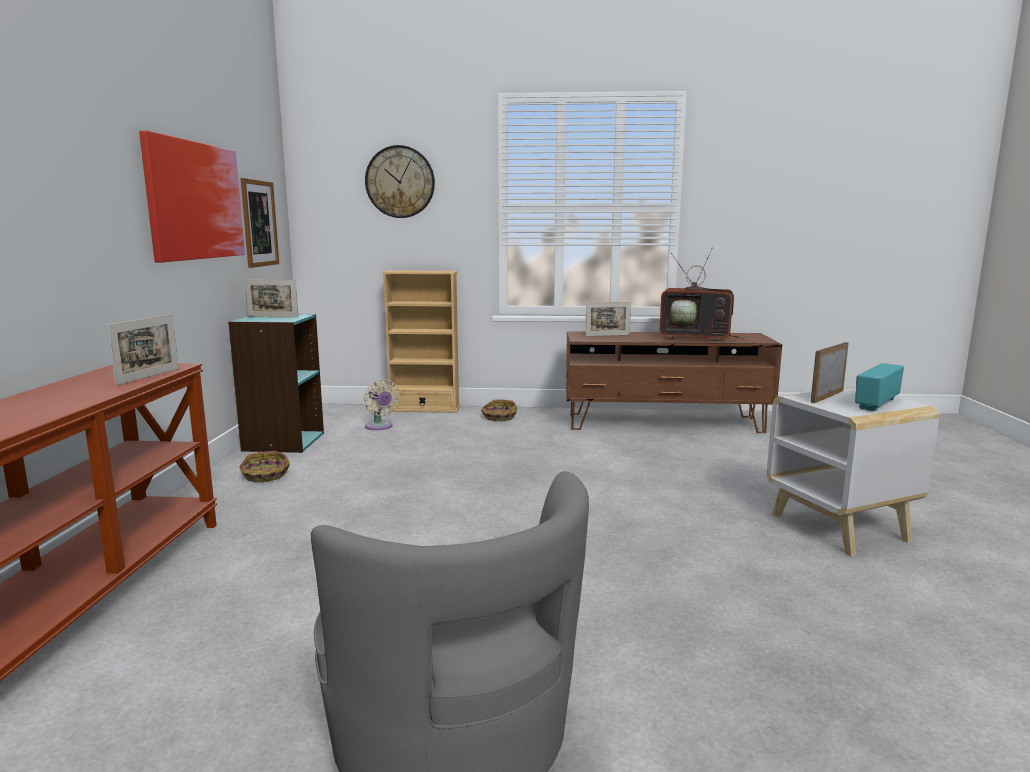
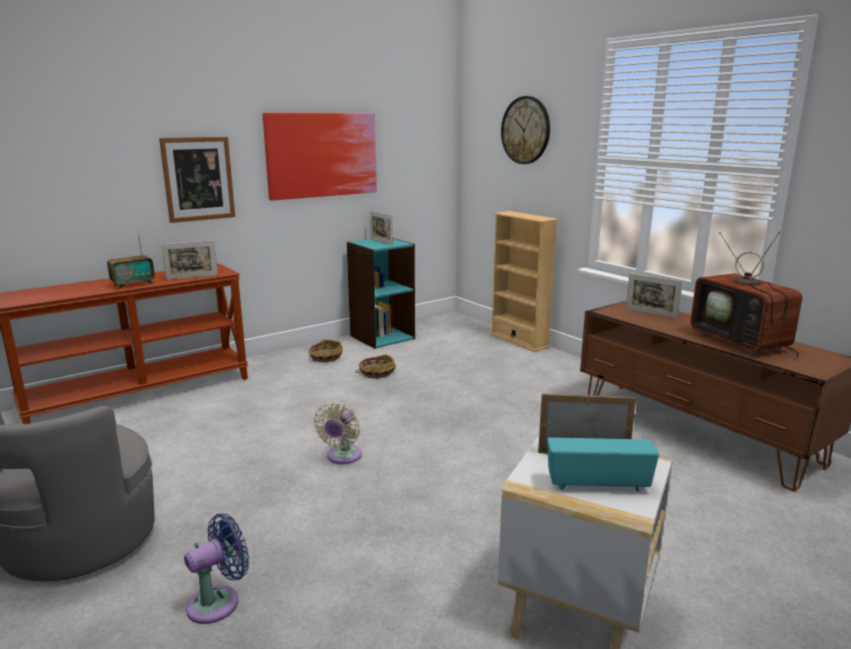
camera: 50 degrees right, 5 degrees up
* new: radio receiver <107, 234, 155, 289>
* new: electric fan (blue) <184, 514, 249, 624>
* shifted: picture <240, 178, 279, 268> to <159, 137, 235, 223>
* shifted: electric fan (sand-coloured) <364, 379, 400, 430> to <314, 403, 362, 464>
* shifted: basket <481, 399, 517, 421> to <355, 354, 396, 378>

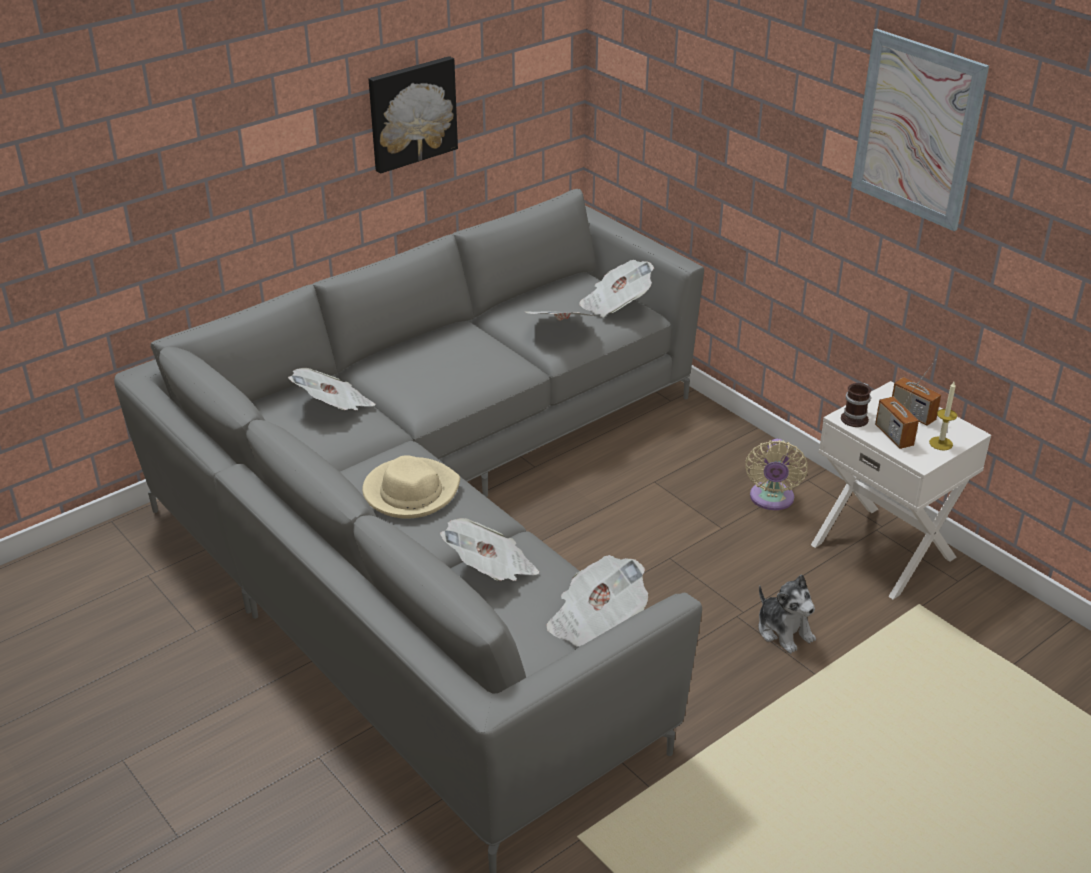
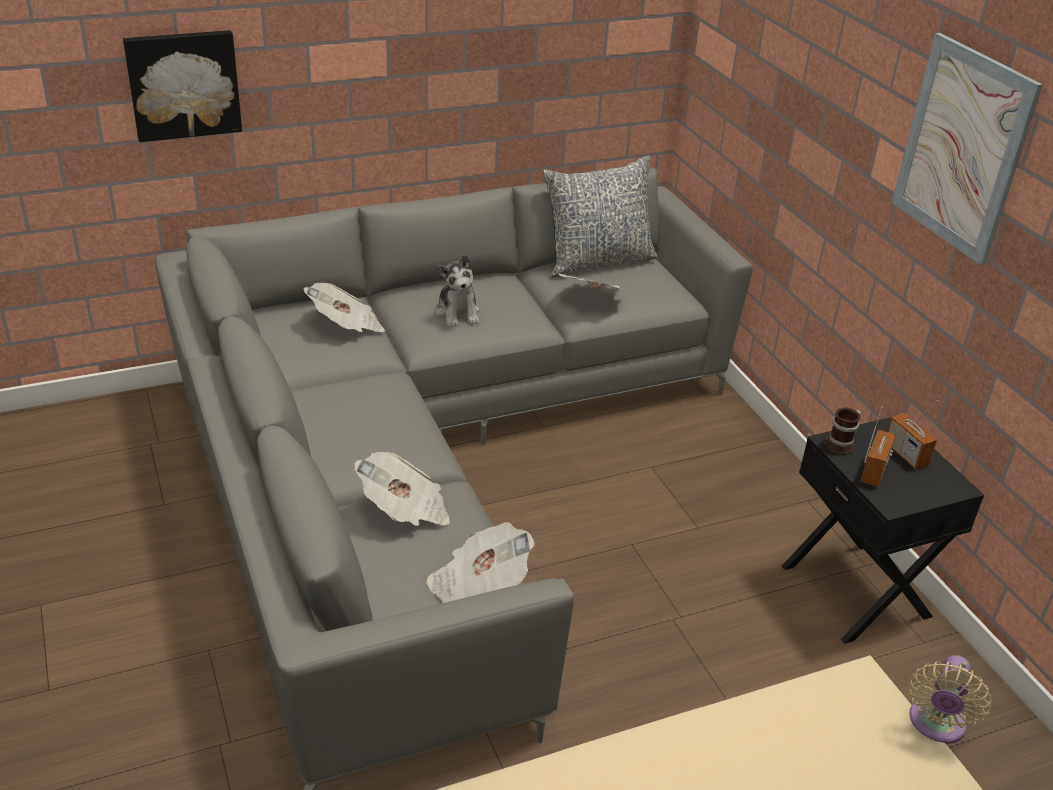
camera: 15 degrees right, 0 degrees up
* gone: clothing hat (sand-coloured) <362, 455, 460, 519>
* gone: daily paper <579, 260, 654, 317>
* gone: wax candle <929, 382, 957, 450>
* new: cushion <543, 155, 657, 277>
* shifted: picture <369, 56, 458, 174> to <123, 30, 242, 142>
* shifted: electric fan (sand-coloured) <745, 439, 808, 510> to <909, 655, 992, 744>
* shifted: plush toy <758, 574, 816, 654> to <436, 255, 480, 327>
* repainted: night table (white-coloured) <811, 381, 991, 599> to night table (blackish) <782, 417, 984, 644>
* rotated: radio receiver <875, 383, 919, 449> = <861, 406, 896, 487> 150 degrees counterclockwise

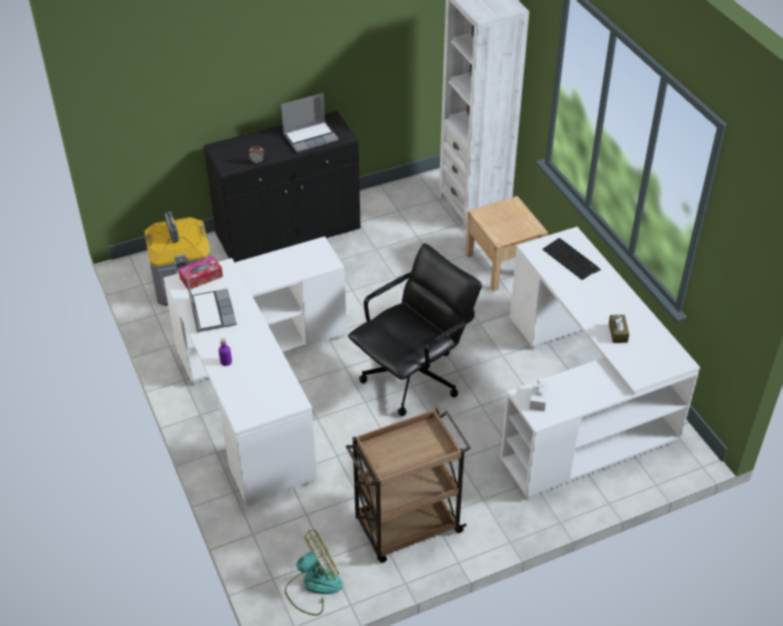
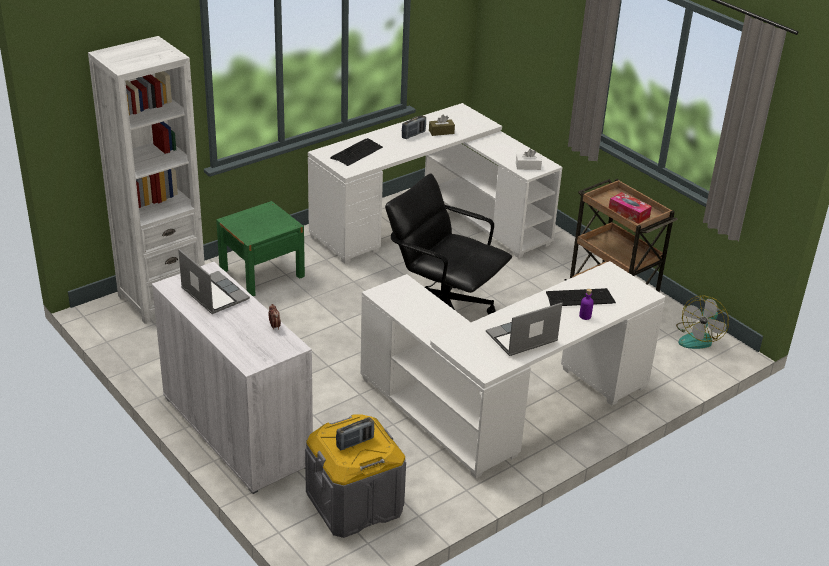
camera: 105 degrees left, 10 degrees down
* new: radio receiver <402, 115, 426, 139>
* new: keyboard <546, 288, 616, 306>
* shifted: tissue holder <179, 256, 223, 289> to <609, 192, 652, 224>
* repainted: cabinet (blackish) <204, 111, 361, 262> to cabinet (white-coloured) <152, 262, 313, 494>
* repainted: night table (sand-coloured) <465, 196, 548, 291> to night table (greenish) <216, 201, 305, 296>
* rotated: electric fan <285, 530, 343, 616> = <676, 295, 729, 349> 105 degrees counterclockwise

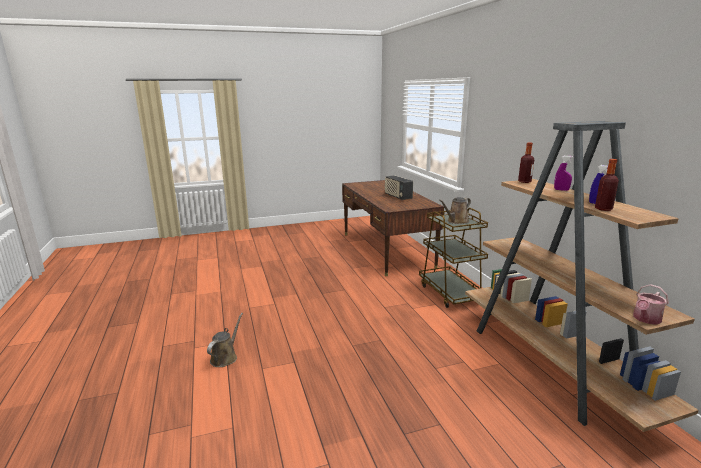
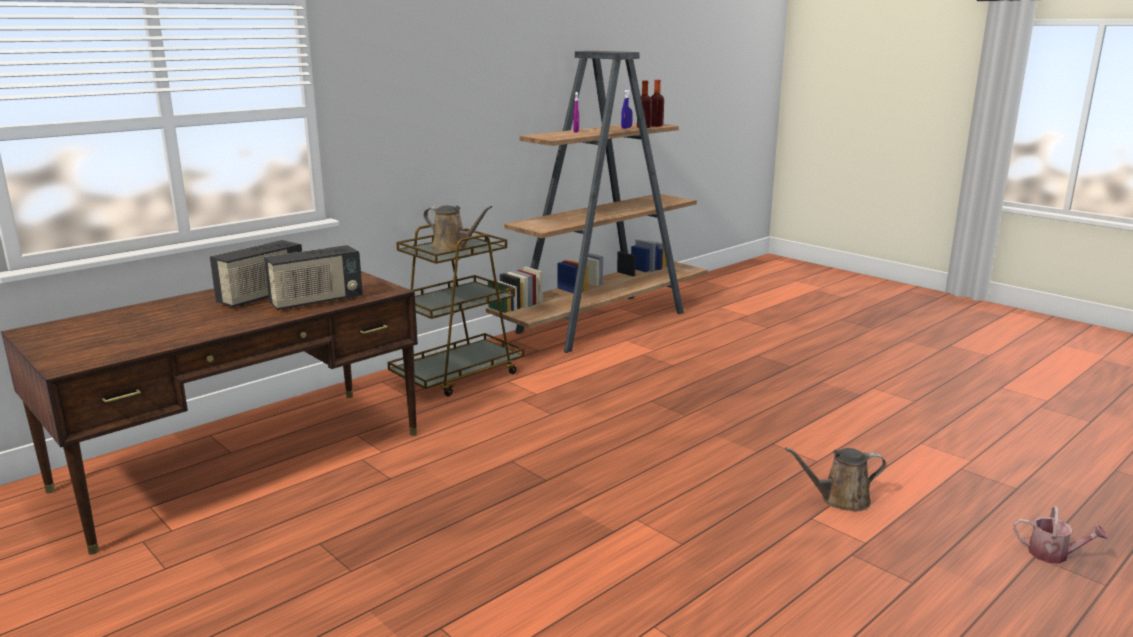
camera: 115 degrees left, 0 degrees up
* new: radio receiver <264, 245, 363, 310>
* shifted: beverage bottle <518, 143, 534, 183> to <651, 80, 664, 127>
* shifted: sprinkling can <633, 284, 669, 325> to <1013, 506, 1108, 564>

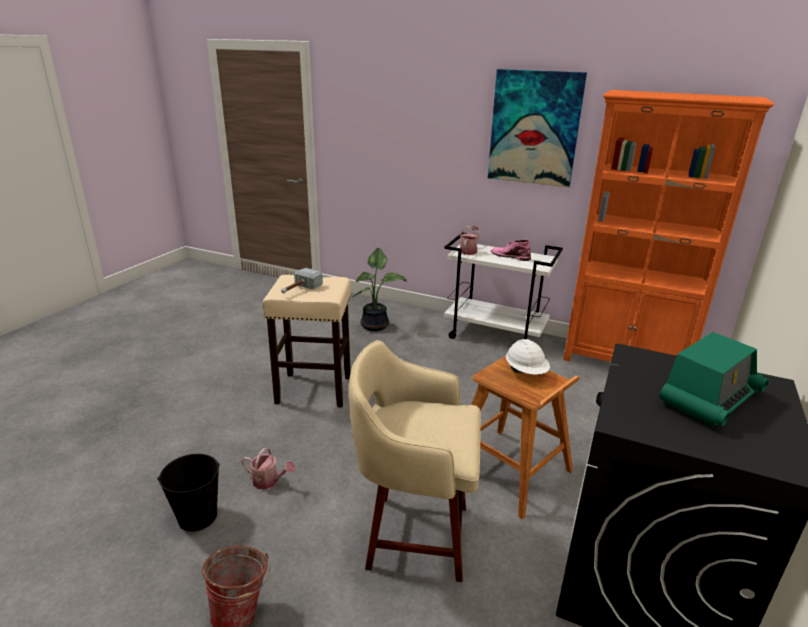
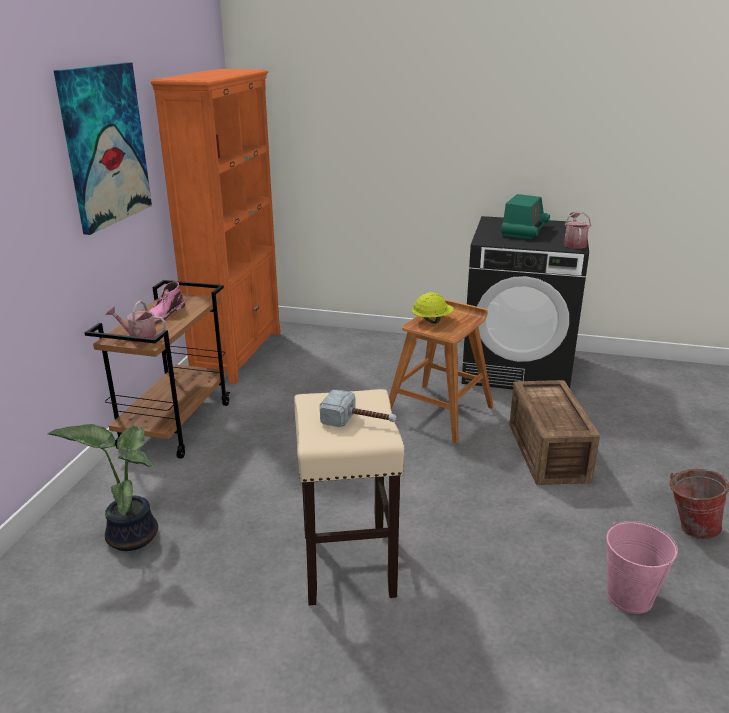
camera: 100 degrees left, 0 degrees up
* shifted: sprinkling can <242, 448, 296, 489> to <563, 212, 591, 249>
* swapped: sitting stool (sand-coloured) <349, 340, 481, 582> to shipping crate <509, 380, 600, 485>
* repainted: bucket (blackish) <157, 454, 220, 531> to bucket (pinkish) <607, 521, 678, 614>
* repainted: wheeled cart (white-coloured) <444, 232, 563, 339> to wheeled cart (brown) <84, 280, 230, 459>
* repainted: safety helmet (white-coloured) <506, 339, 550, 375> to safety helmet (yellowish) <412, 292, 454, 324>
* rotated: radio receiver <659, 332, 769, 427> = <501, 194, 550, 239> 75 degrees clockwise

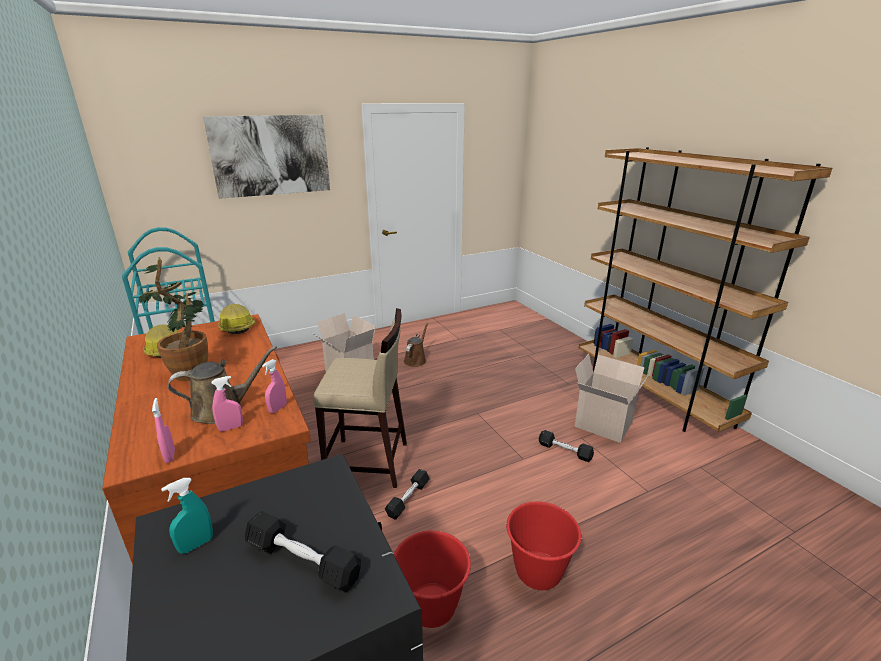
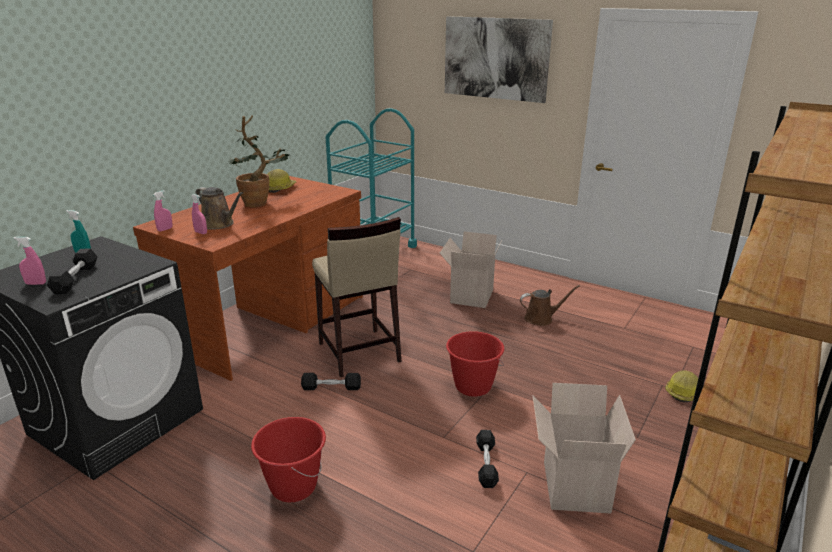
camera: 60 degrees right, 0 degrees up
* shifted: safety helmet <218, 304, 255, 334> to <665, 370, 698, 402>
* shifted: sprayer (pinkish) <262, 359, 287, 413> to <13, 237, 46, 285>
* shifted: bucket (red) <394, 530, 471, 628> to <446, 331, 504, 397>

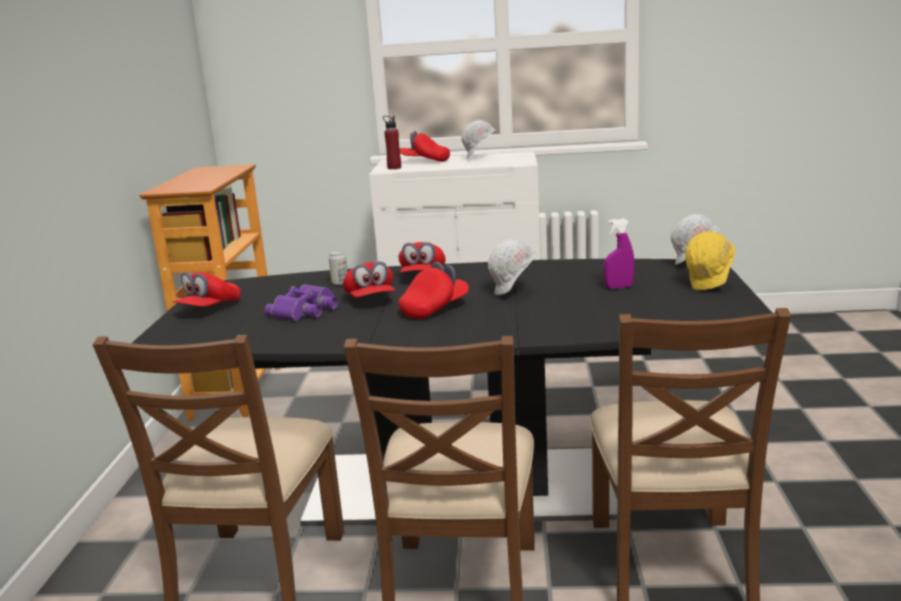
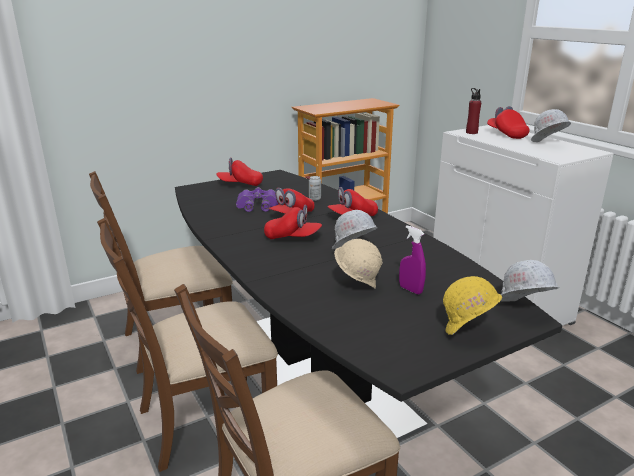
camera: 55 degrees right, 5 degrees up
* new: safety helmet (sand-coloured) <334, 239, 383, 288>

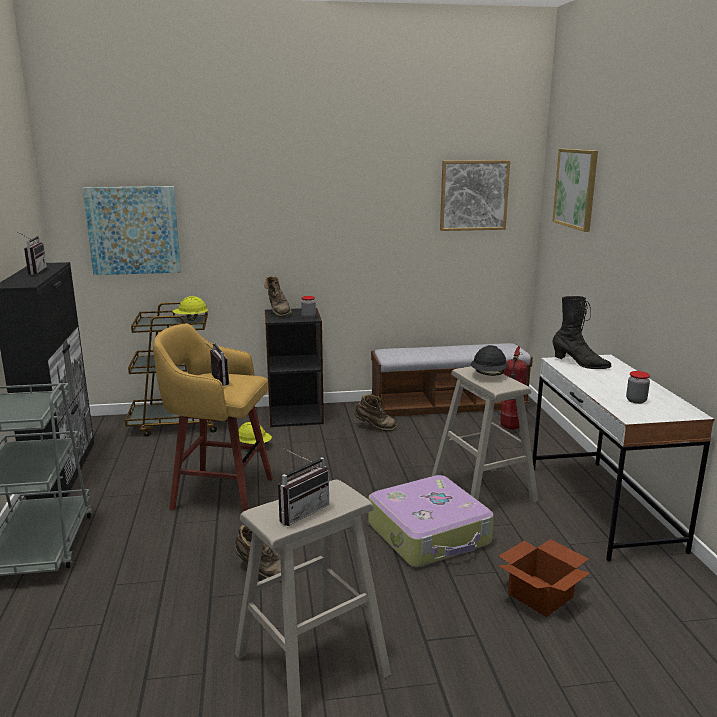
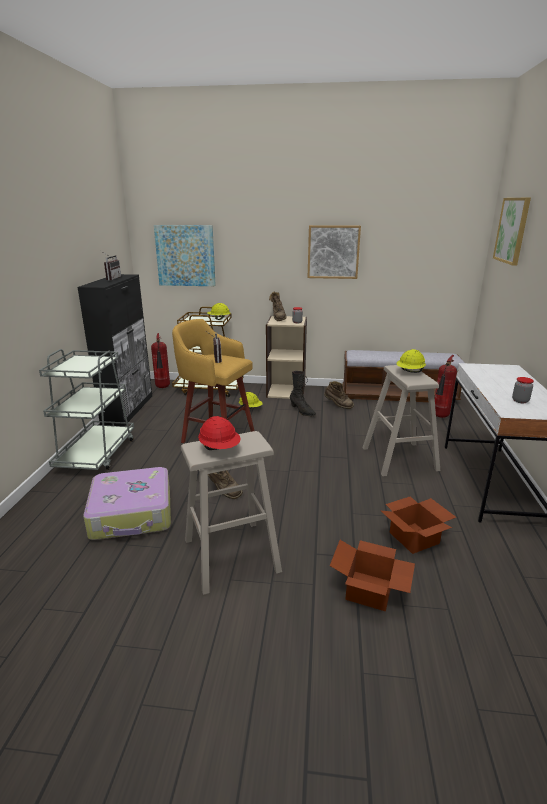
camera: 15 degrees right, 5 degrees up
* new: extinguisher <151, 333, 170, 388>
* new: packing box <330, 540, 415, 612>
* shifted: piece of luggage <368, 475, 494, 567> to <83, 467, 171, 540>
* shifted: picture <440, 160, 510, 231> to <308, 225, 361, 279>
* shifted: boot (blackish) <552, 296, 611, 369> to <290, 371, 316, 416>
* swapped: radio receiver <278, 448, 329, 526> to safety helmet (red) <198, 416, 241, 450>
* repainted: shelving unit (blackish) <265, 308, 324, 427> to shelving unit (sand-coloured) <266, 316, 307, 399>
* repainted: safety helmet (blackish) <471, 345, 508, 376> to safety helmet (yellowish) <397, 349, 426, 373>

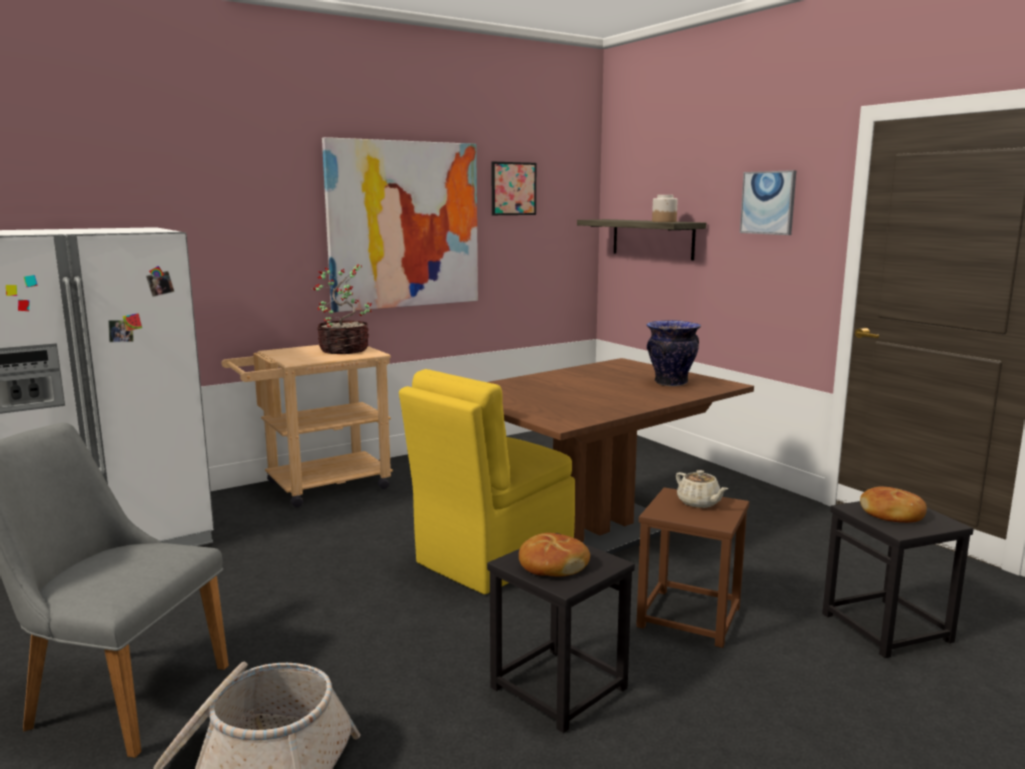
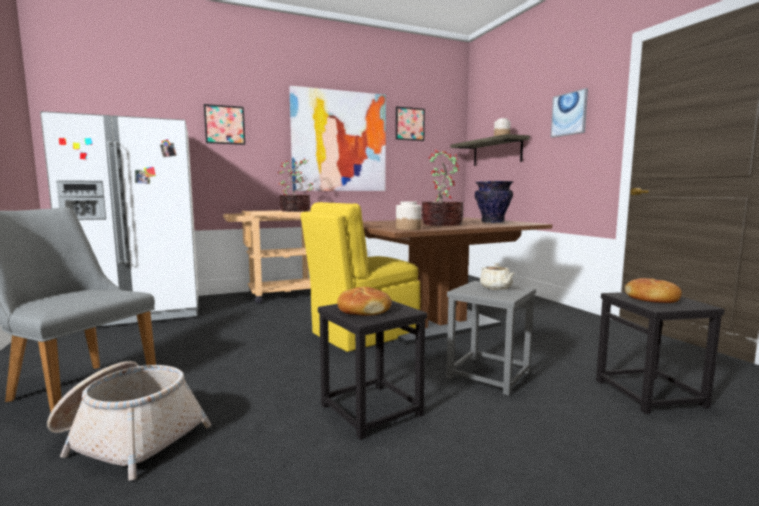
camera: 10 degrees right, 5 degrees down
* new: picture <204, 104, 245, 145>
* new: jar <396, 201, 421, 230>
* new: plant in a pot <421, 150, 464, 226>
* repainted: sitting stool (brown) <636, 487, 749, 648> to sitting stool (grey) <446, 281, 536, 396>

